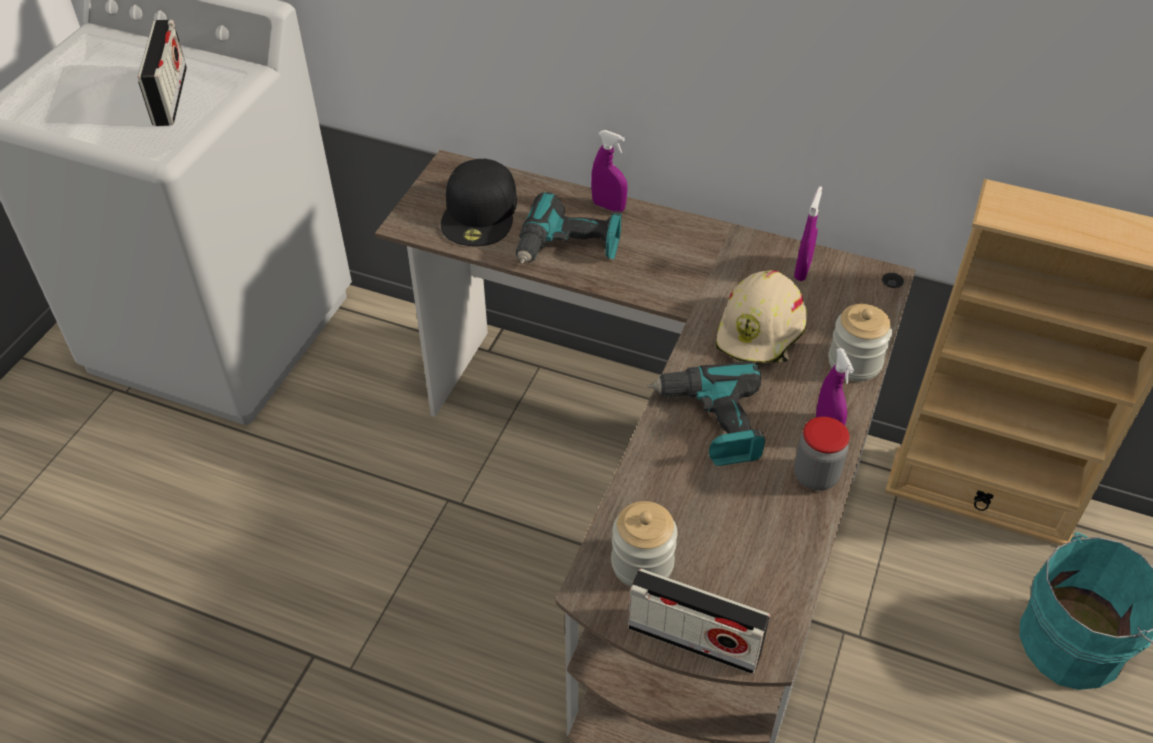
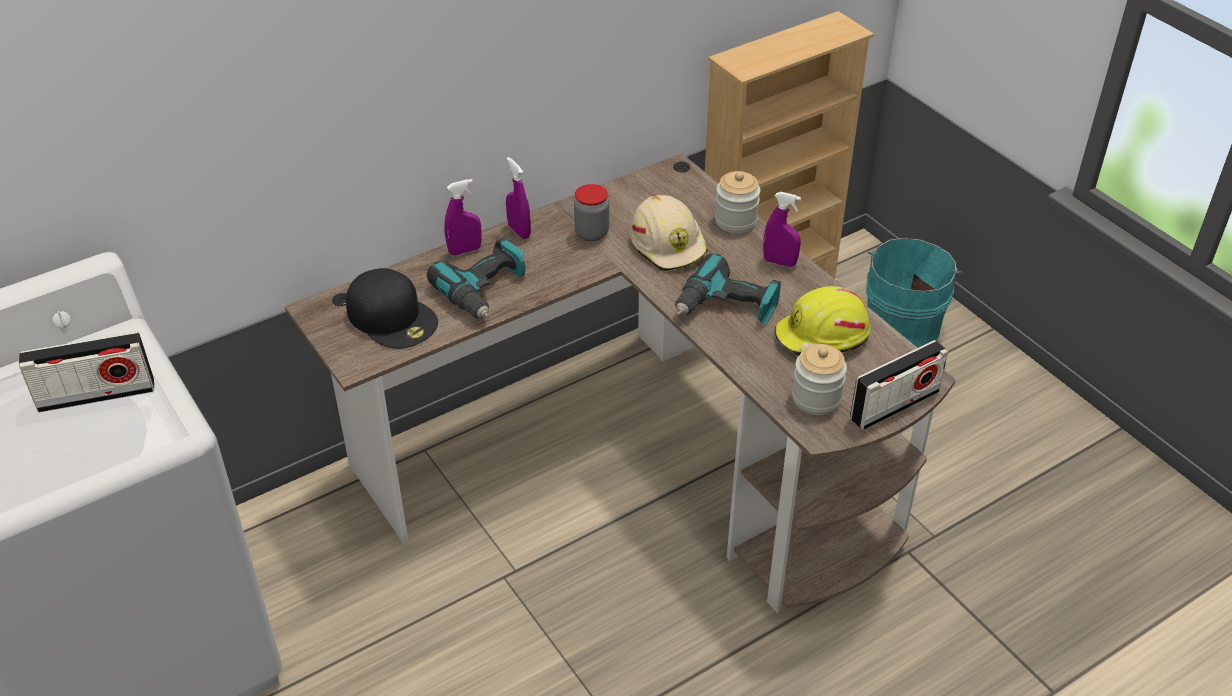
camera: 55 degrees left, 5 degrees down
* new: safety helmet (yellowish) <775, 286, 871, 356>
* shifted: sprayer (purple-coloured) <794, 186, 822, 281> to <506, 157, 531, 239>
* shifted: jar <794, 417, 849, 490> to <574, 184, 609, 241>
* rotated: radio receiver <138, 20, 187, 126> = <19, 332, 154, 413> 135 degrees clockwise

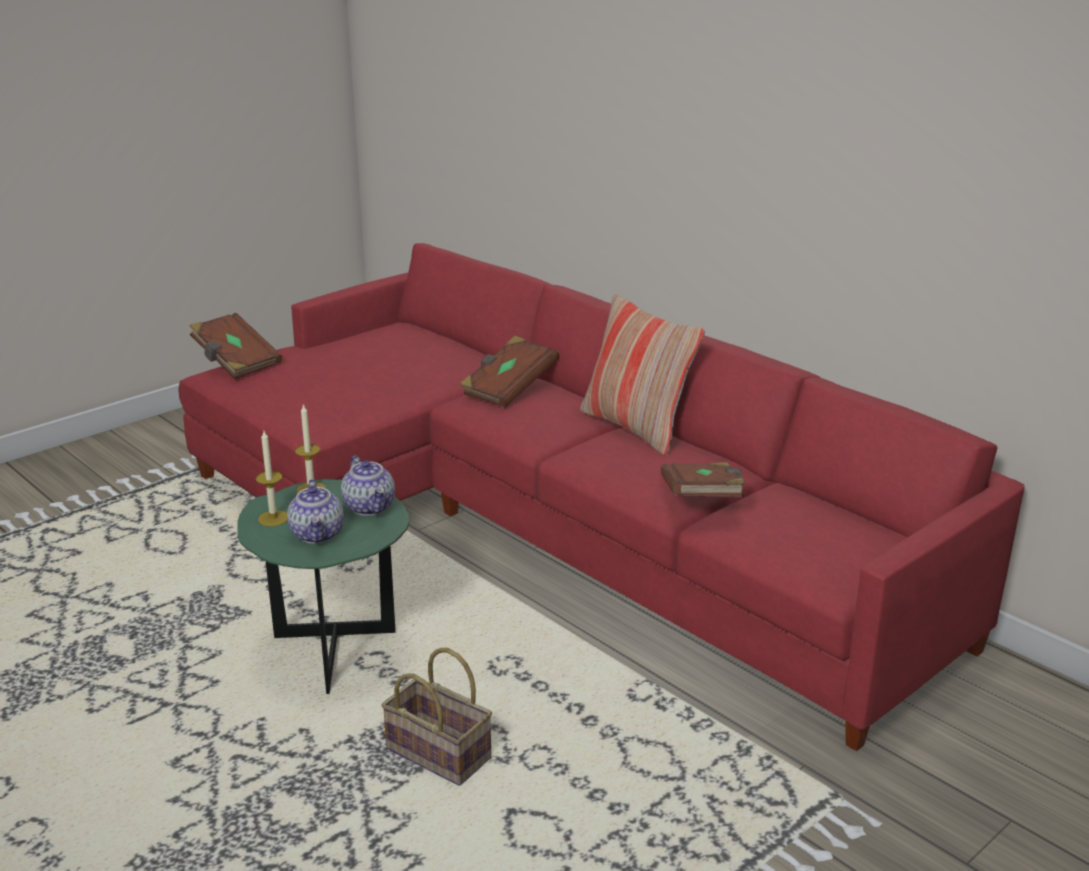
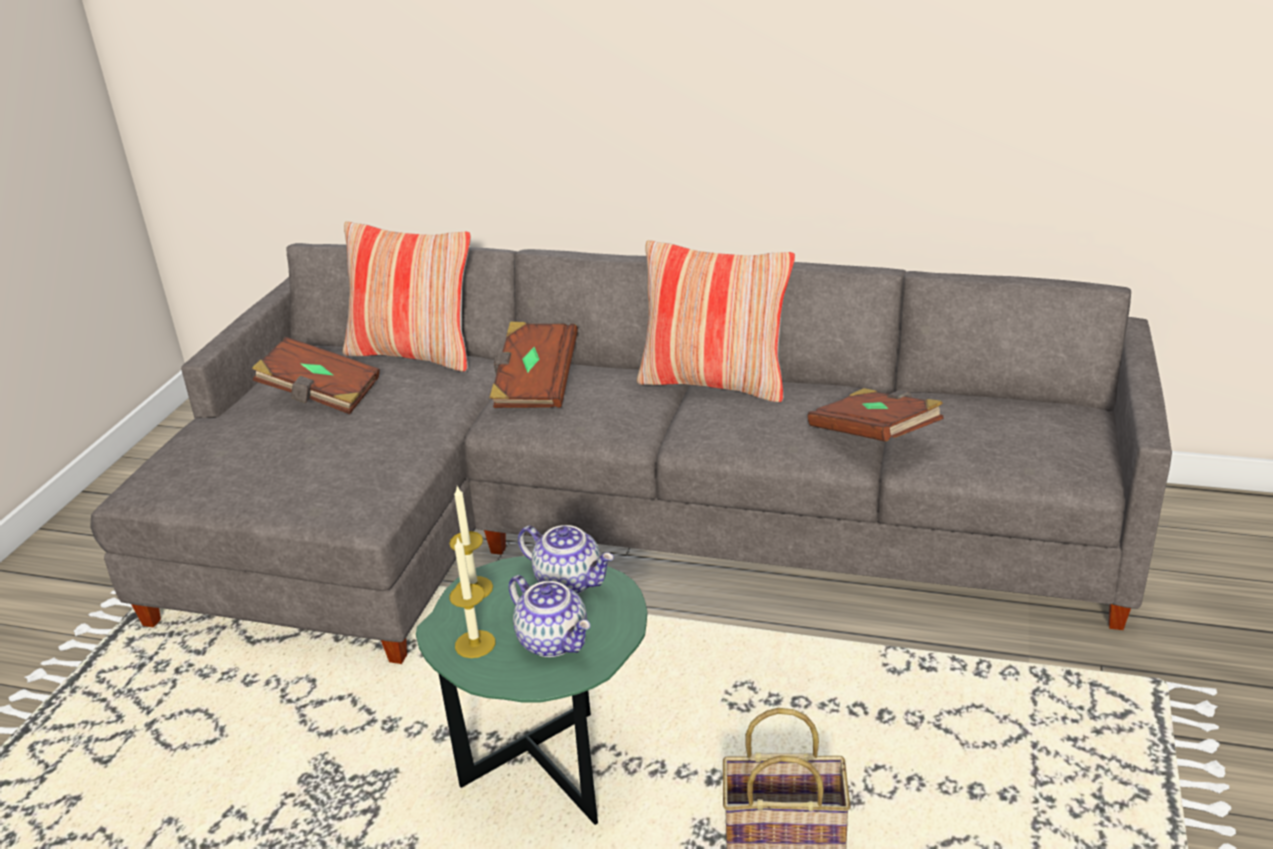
camera: 30 degrees left, 5 degrees up
* new: cushion <343, 221, 471, 372>
* shifted: book (brown) <189, 313, 282, 379> to <252, 337, 380, 414>
* repainted: couch (red) <178, 243, 1025, 751> to couch (grey) <90, 243, 1172, 664>

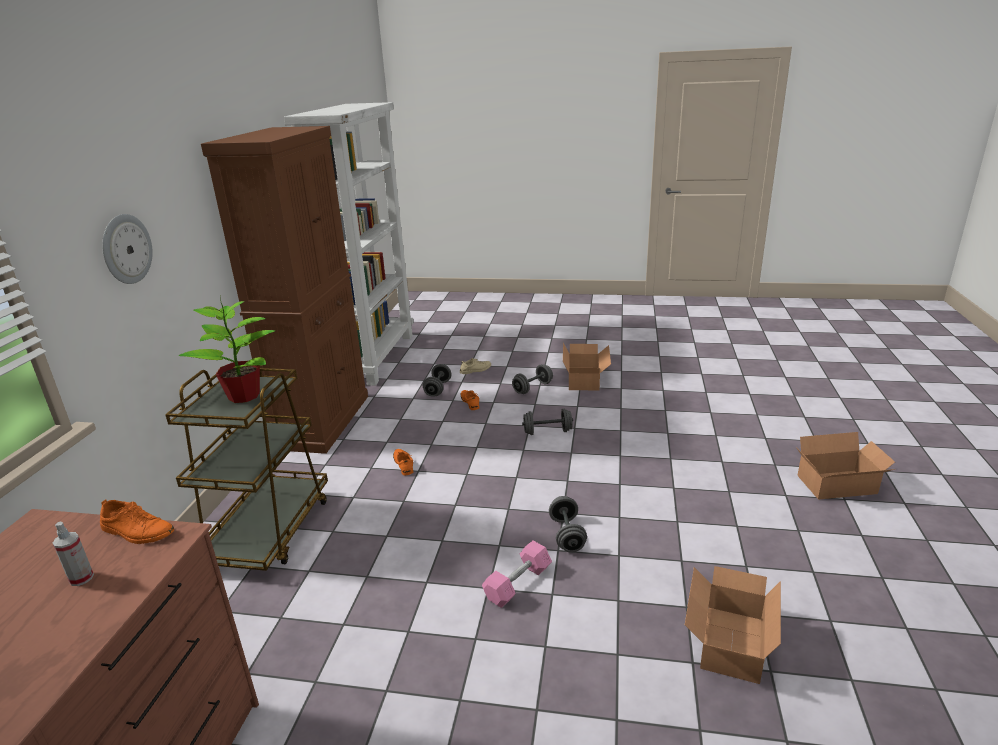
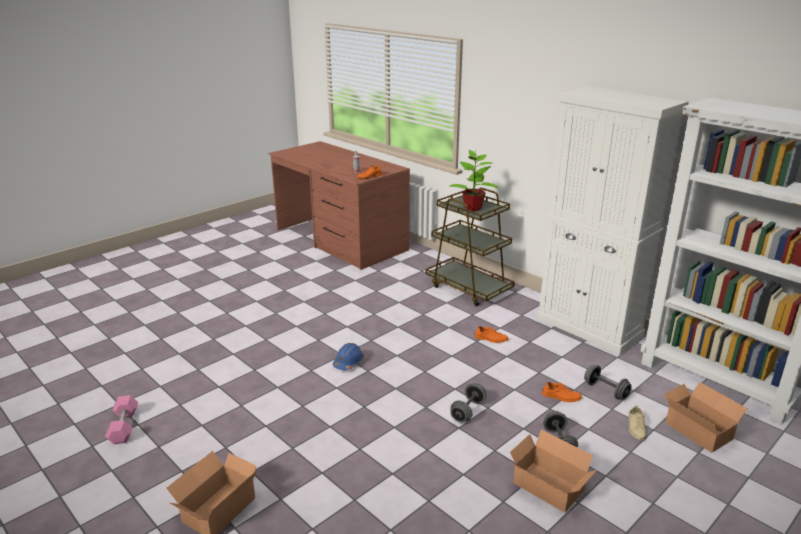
camera: 125 degrees right, 0 degrees up
* gone: hanging clock <102, 214, 153, 284>
* shifted: hand weight (pinkish) <482, 541, 552, 608> to <105, 395, 138, 444>
* shifted: packing box <685, 566, 781, 684> to <664, 382, 747, 453>
* swapped: hand weight (grey) <549, 496, 587, 553> to safety helmet (blue) <333, 343, 364, 370>
* repainted: cabinet (brown) <201, 126, 368, 454> to cabinet (white-coloured) <537, 86, 689, 355>

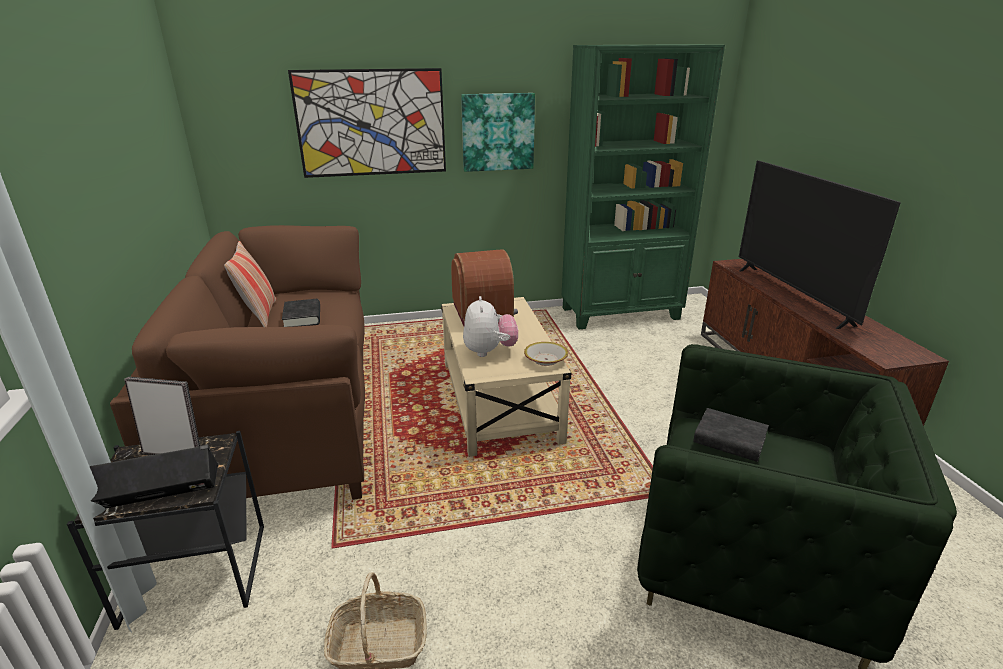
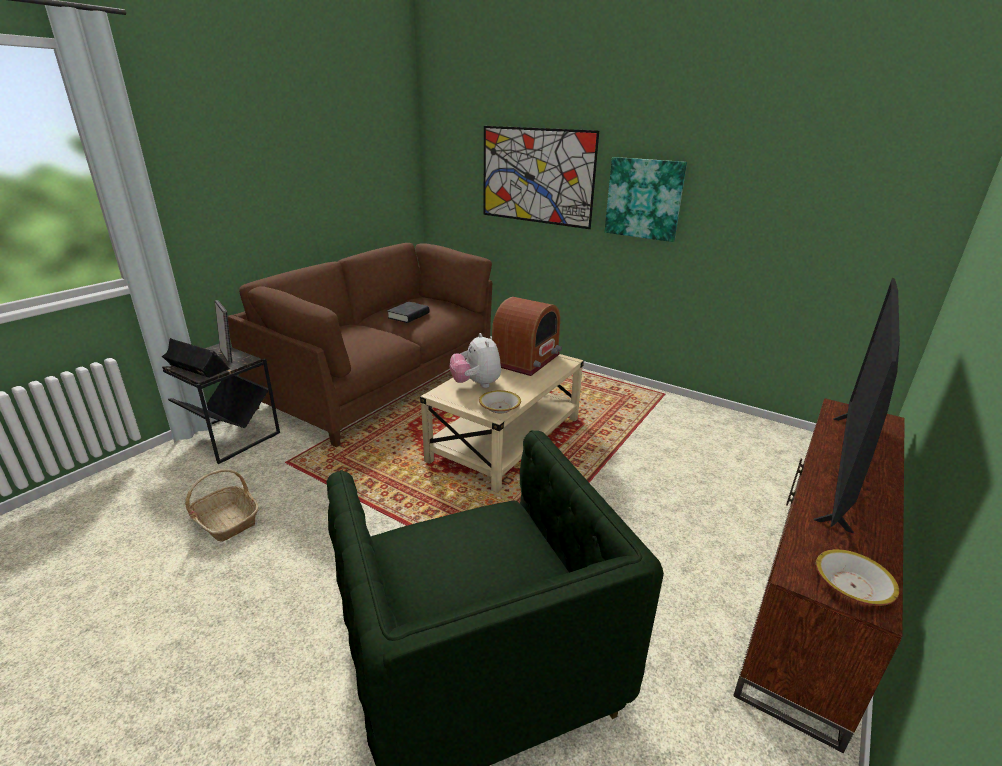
camera: 45 degrees right, 0 degrees up
* gone: cushion <224, 241, 276, 327>
* gone: shelving unit (greenish) <562, 44, 725, 329>
* gone: book (blackish) <693, 408, 769, 462>
* new: deep dish <816, 549, 899, 606>
* rotated: plush toy <463, 296, 518, 357> = <450, 333, 501, 388> 120 degrees clockwise

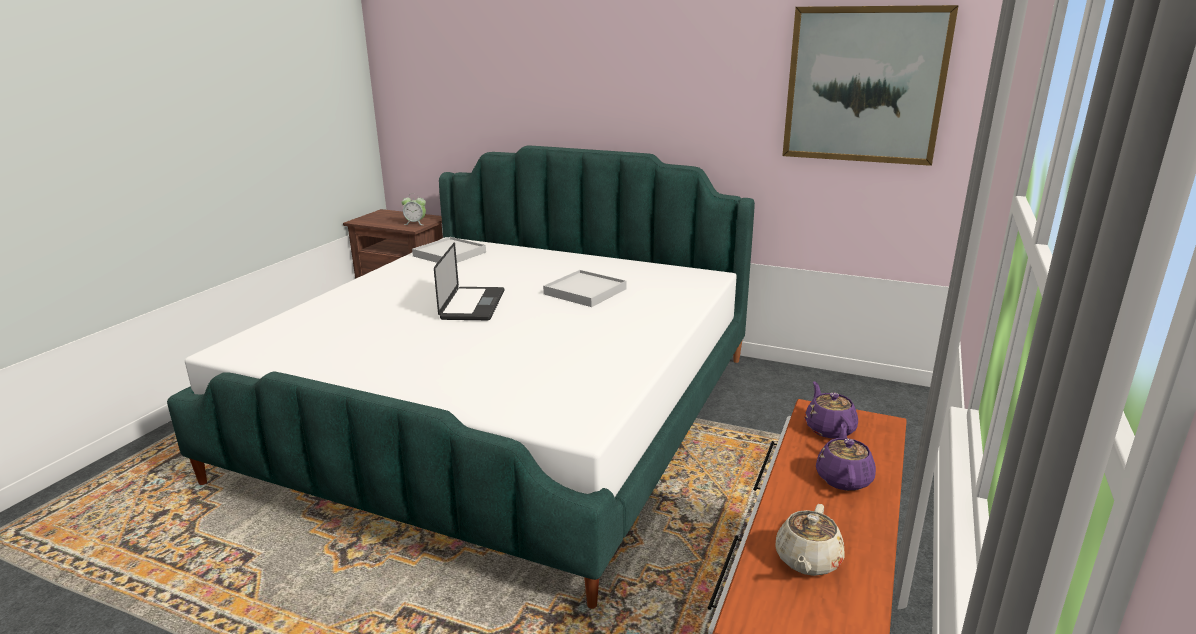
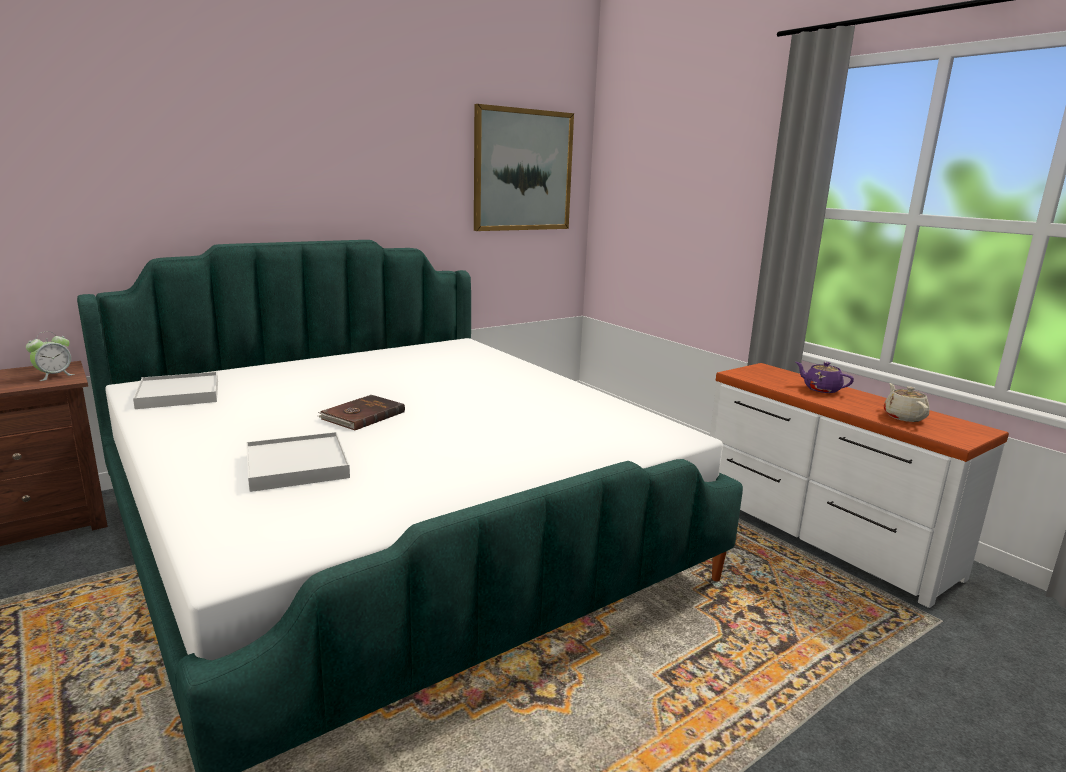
camera: 60 degrees left, 5 degrees down
* gone: teapot (purple-coloured) <805, 382, 858, 439>
* shifted: serving tray (white-coloured) <543, 270, 627, 307> to <246, 432, 350, 492>
* swapped: portable computer <434, 242, 504, 320> to book (brown) <318, 395, 405, 431>
* rotated: teapot (sand-coloured) <775, 504, 845, 576> = <884, 383, 930, 422> 150 degrees counterclockwise

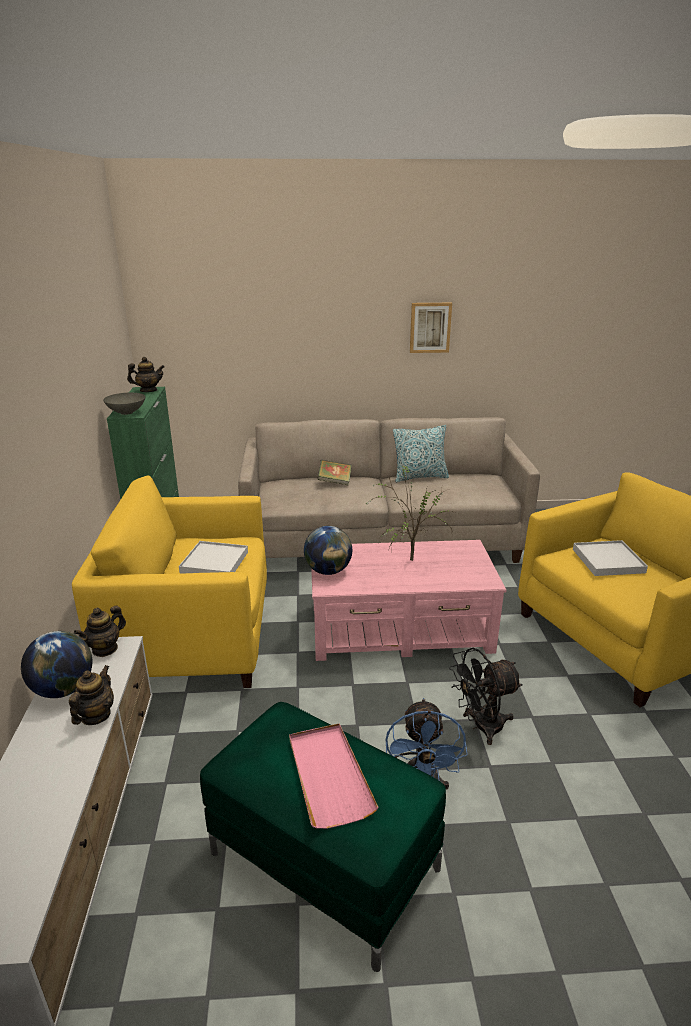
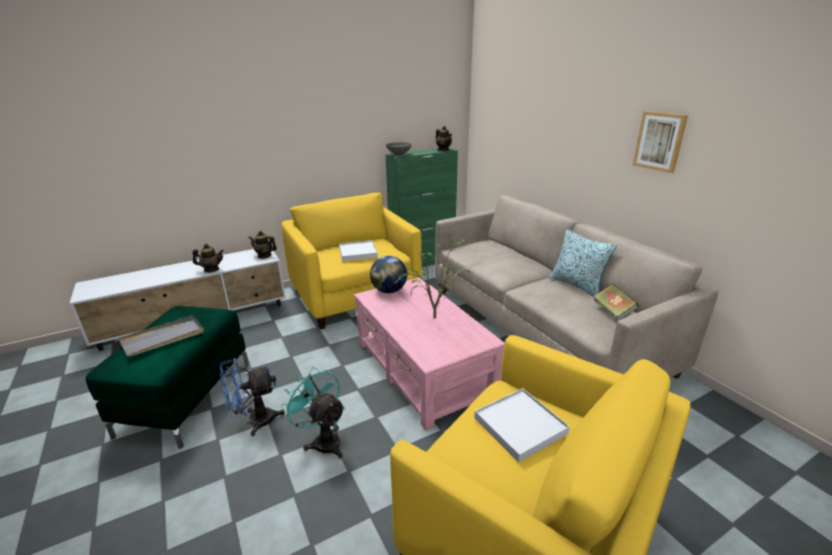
camera: 65 degrees right, 0 degrees up
* gone: globe <21, 631, 92, 698>
* shifted: book <317, 460, 352, 486> to <593, 284, 639, 321>
* repainted: serving tray (pinkish) <289, 724, 379, 829> to serving tray (grey) <119, 315, 204, 357>
* repainted: electric fan (blackish) <449, 648, 523, 745> to electric fan (blue-green) <281, 367, 345, 459>

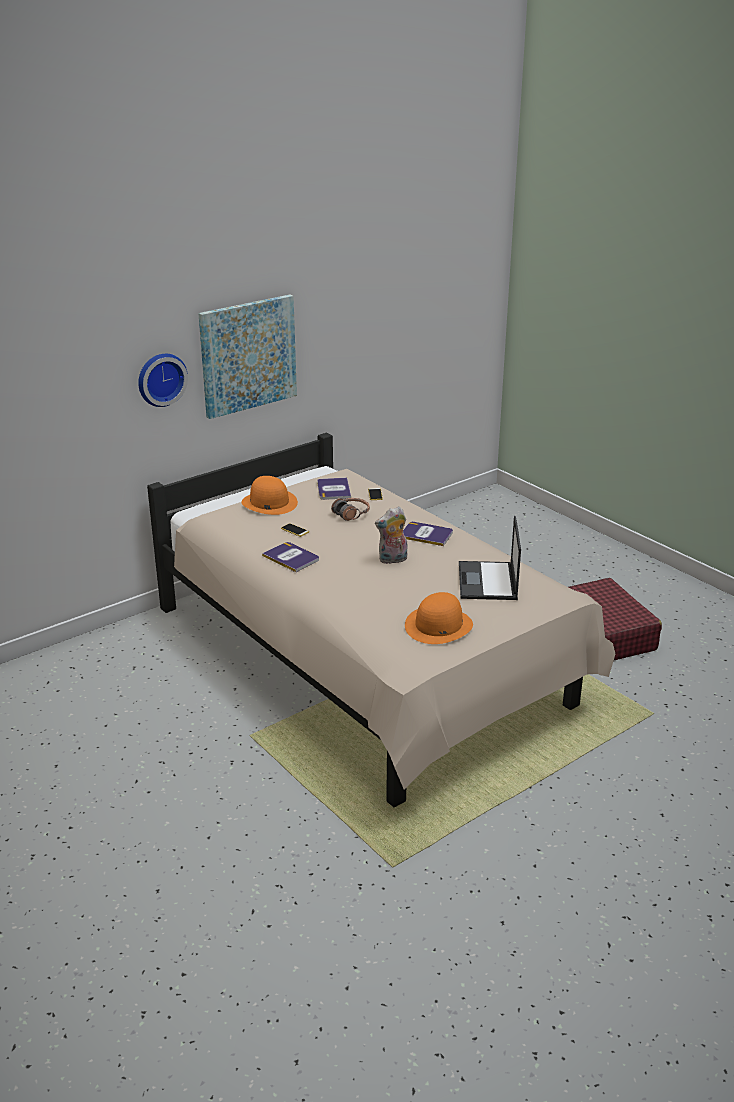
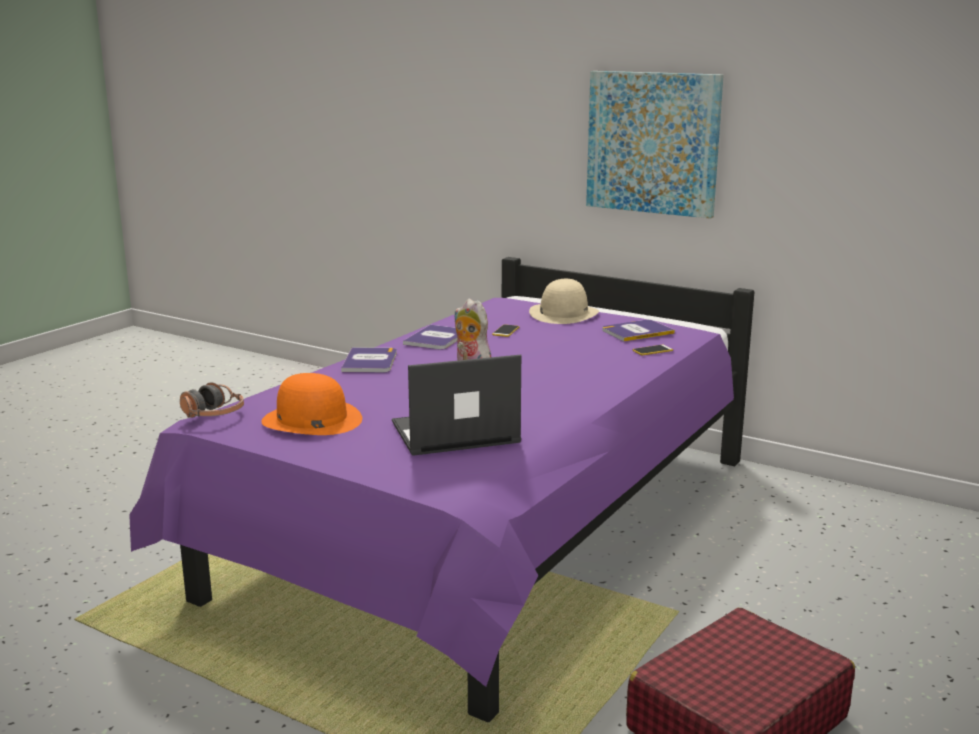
camera: 70 degrees right, 10 degrees down
* gone: hanging clock <138, 354, 188, 407>
* shifted: headset <331, 498, 370, 521> to <180, 382, 244, 418>
* shifted: book <403, 522, 453, 546> to <341, 347, 397, 373>
* repainted: bed (sand-coloured) <147, 433, 615, 807> to bed (purple-coloured) <129, 257, 754, 722>
* repainted: clothing hat (orange-coloured) <242, 476, 298, 515> to clothing hat (sand-coloured) <529, 279, 599, 324>

